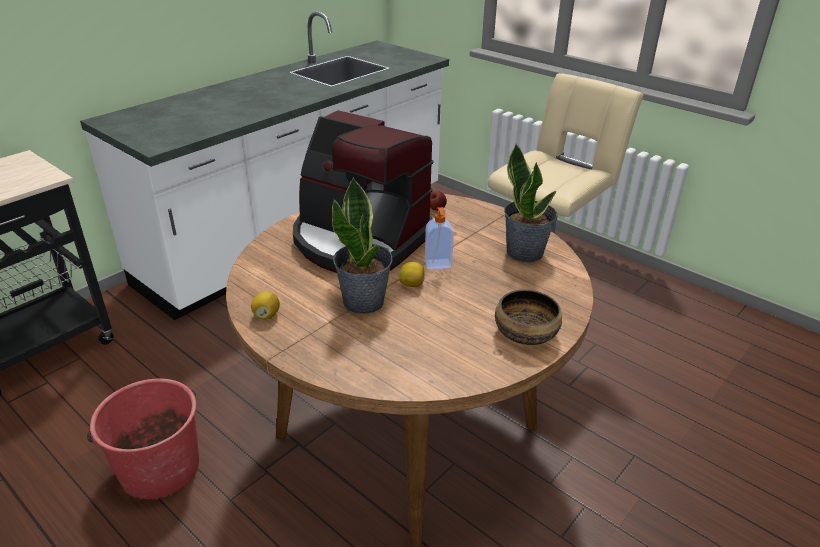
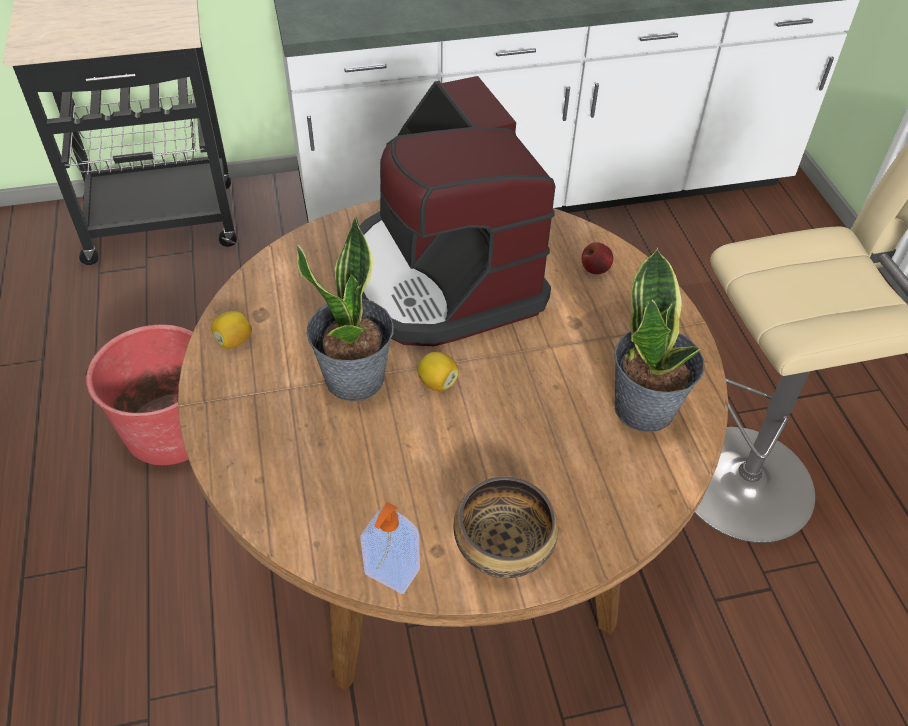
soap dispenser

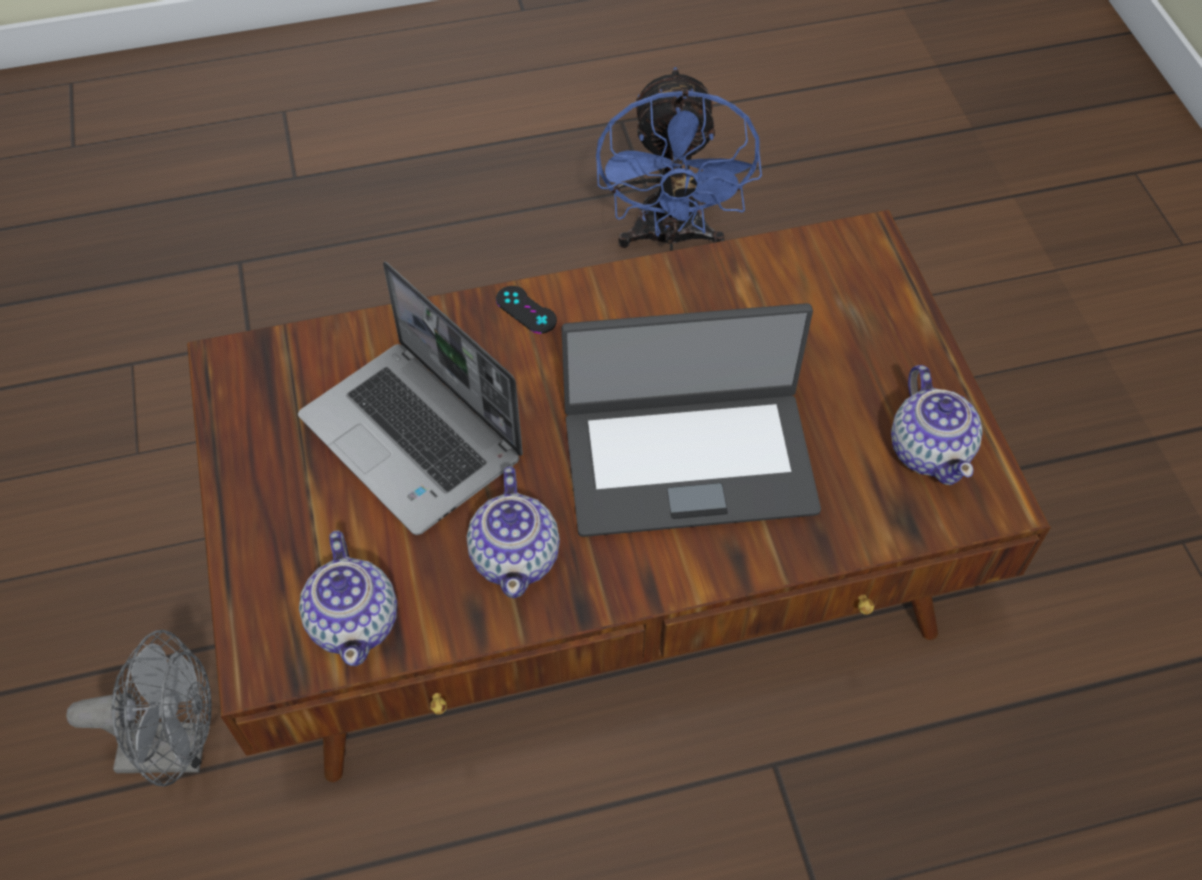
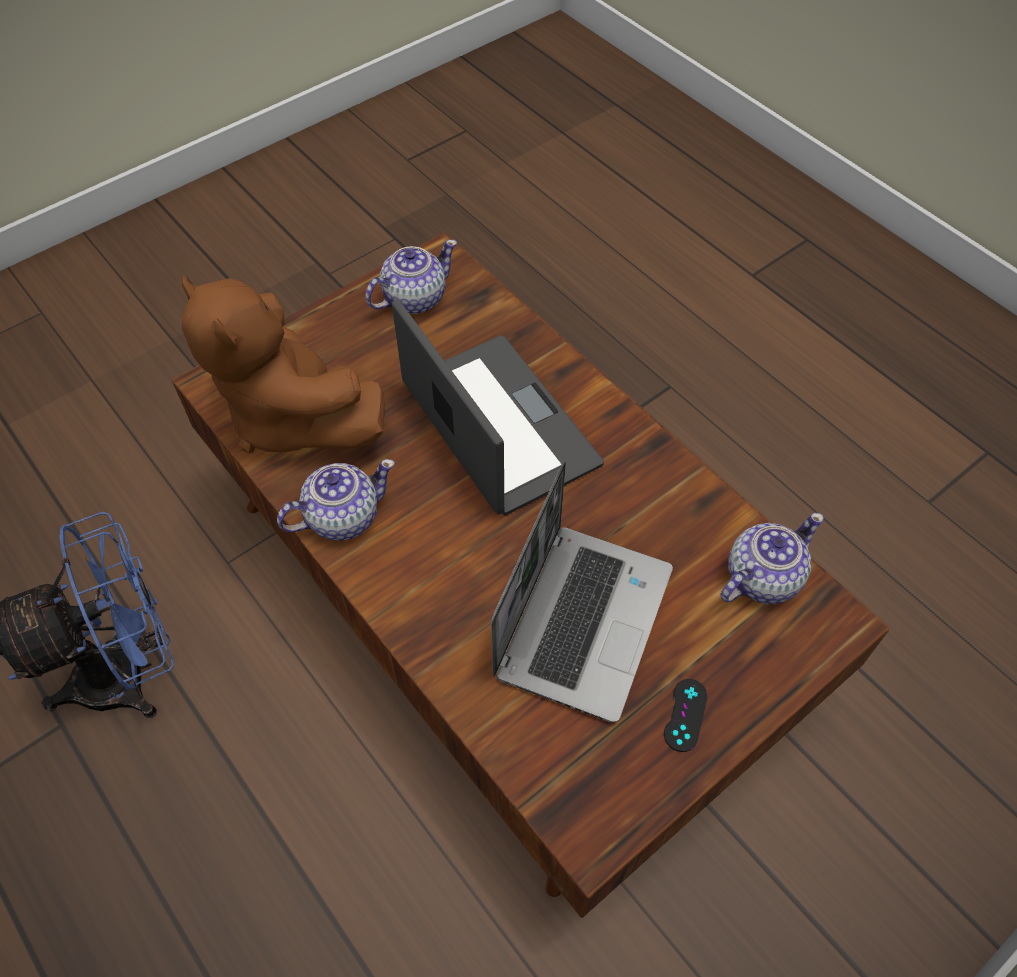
plush toy/brown
teapot (no. 1 from left)
game controller/black
fan/grey

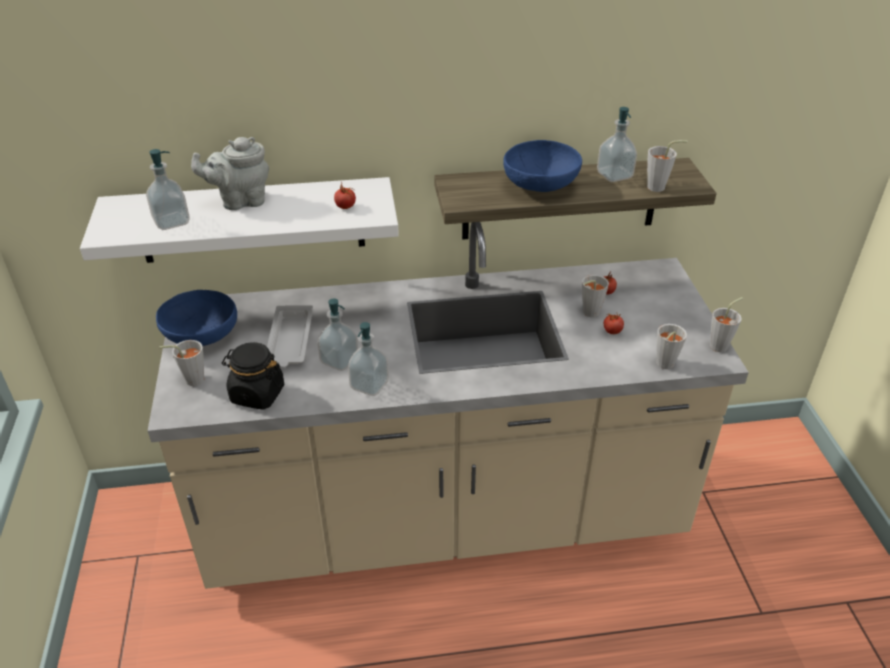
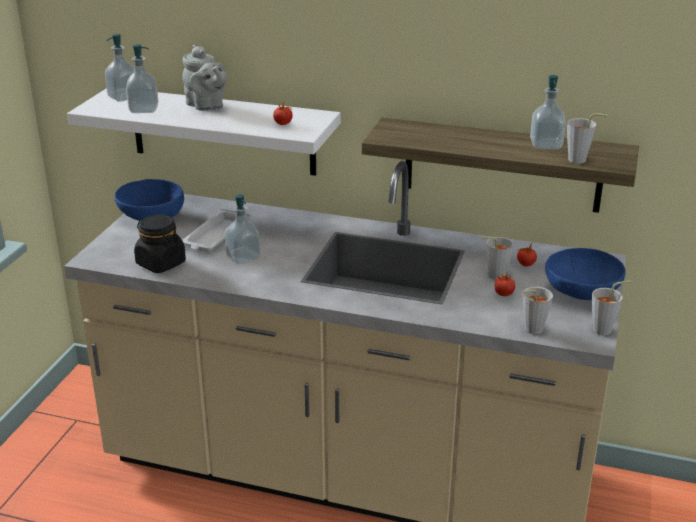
soap dispenser (no. 1 from left)
teapot/grey
bowl/blue (no. 2 from left)
cup/grey (no. 1 from left in the first image)

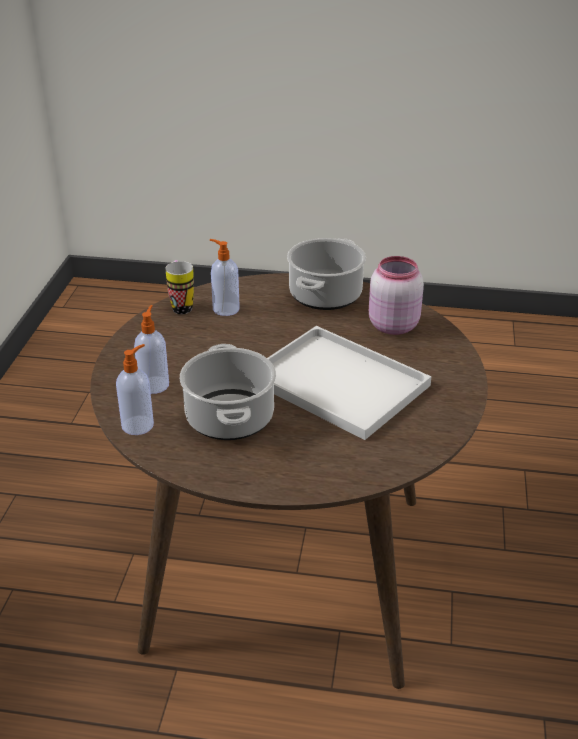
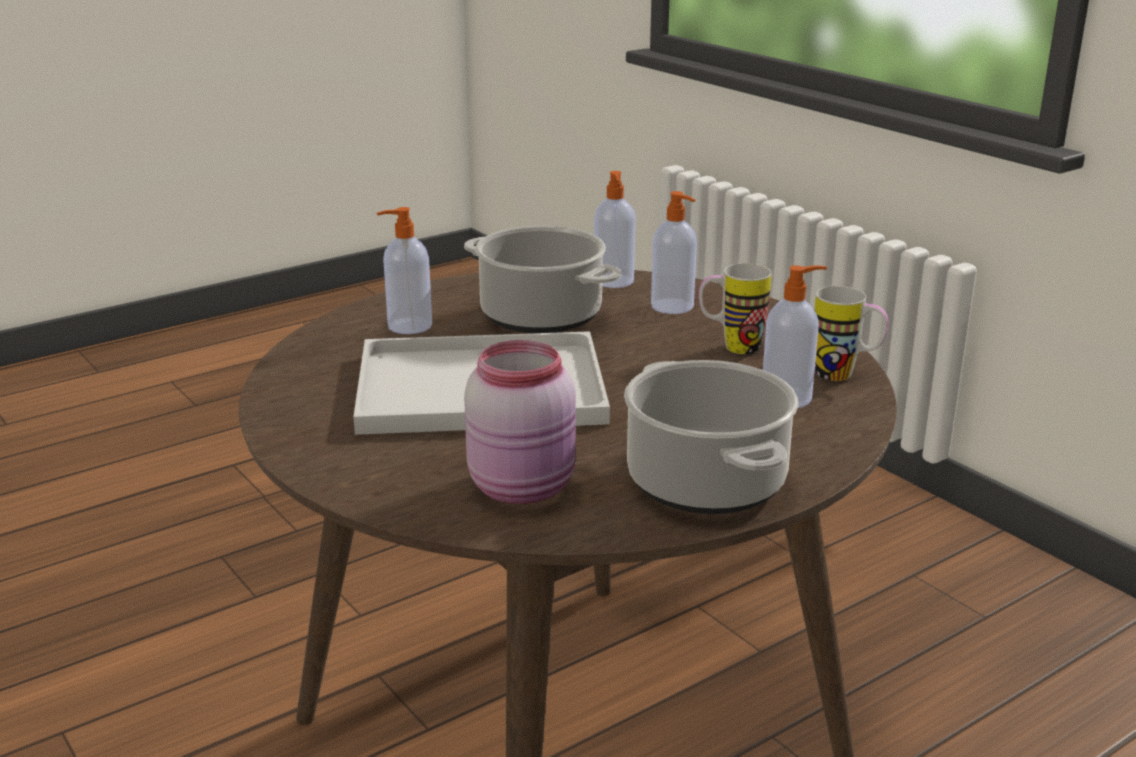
soap dispenser (no. 1 from left)
mug (no. 1 from left)

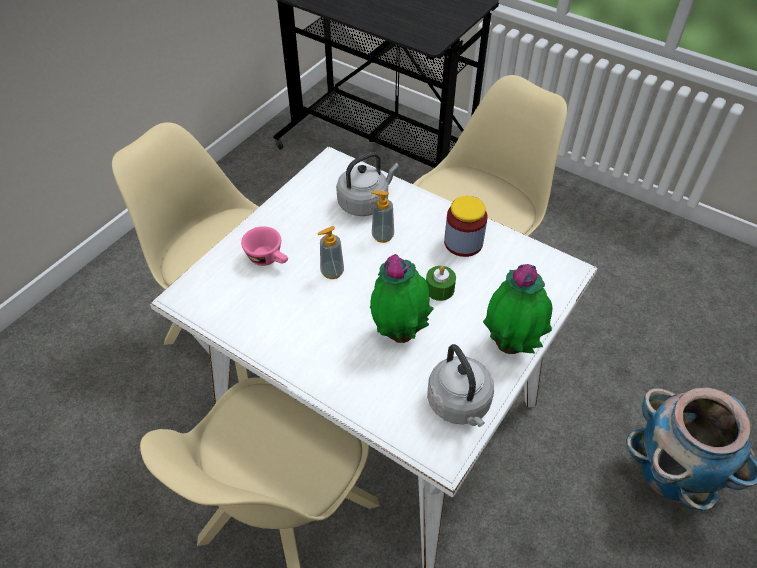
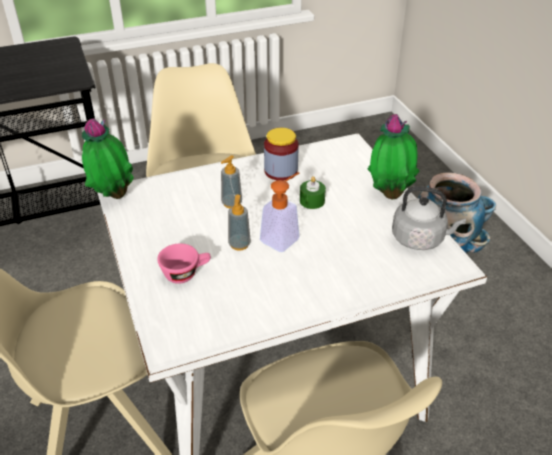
potted plant (no. 1 from left)
soap dispenser (no. 3 from left)
kettle/grey (no. 1 from left in the first image)

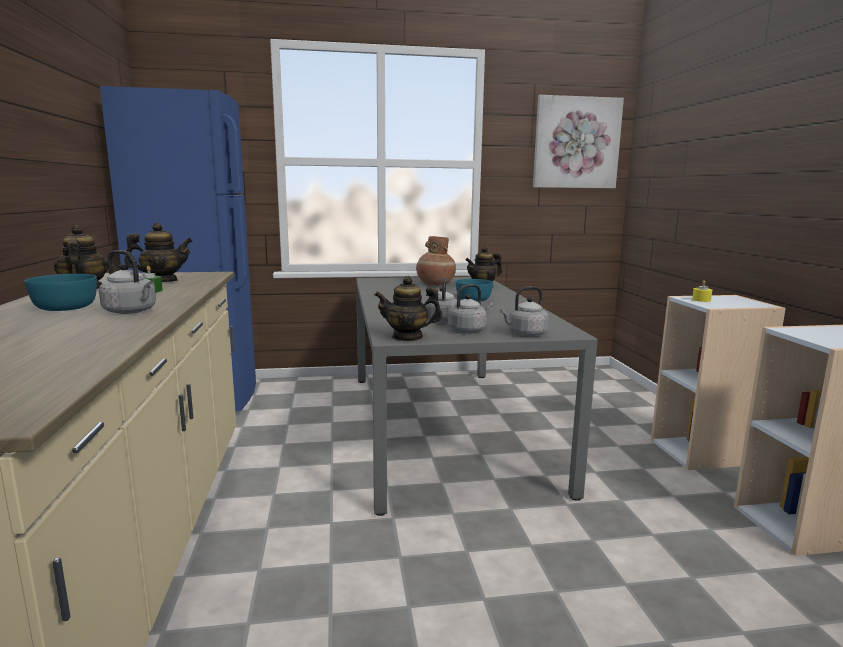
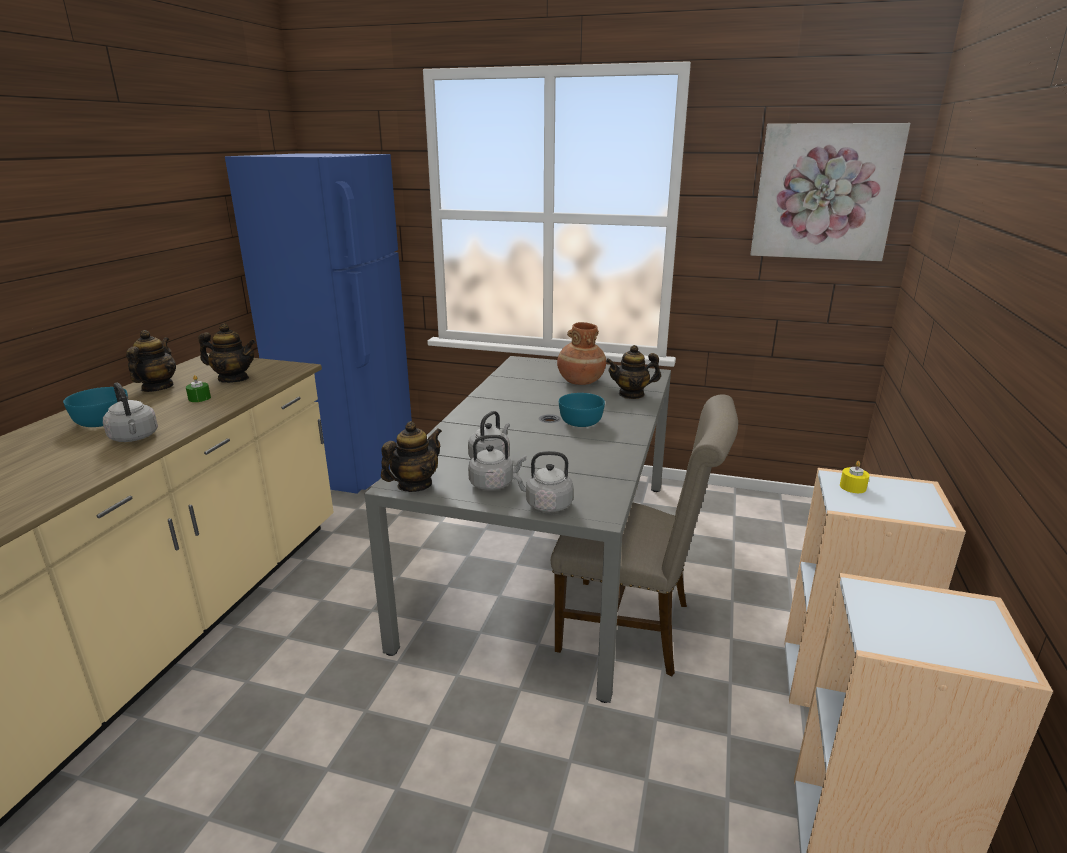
teapot (no. 3 from left)
chair/beige

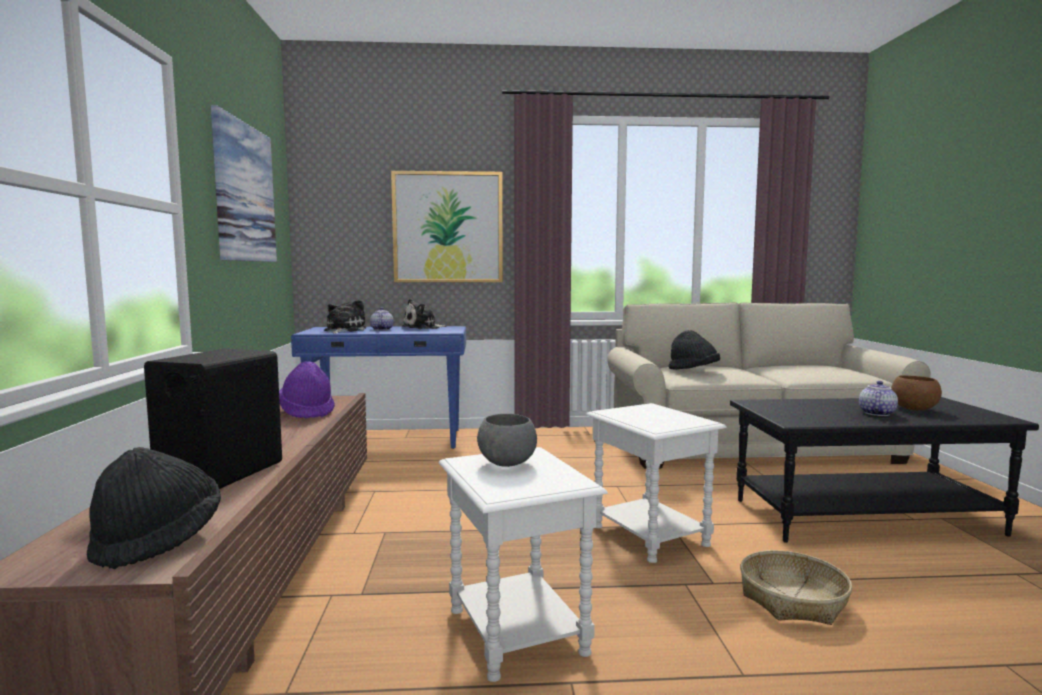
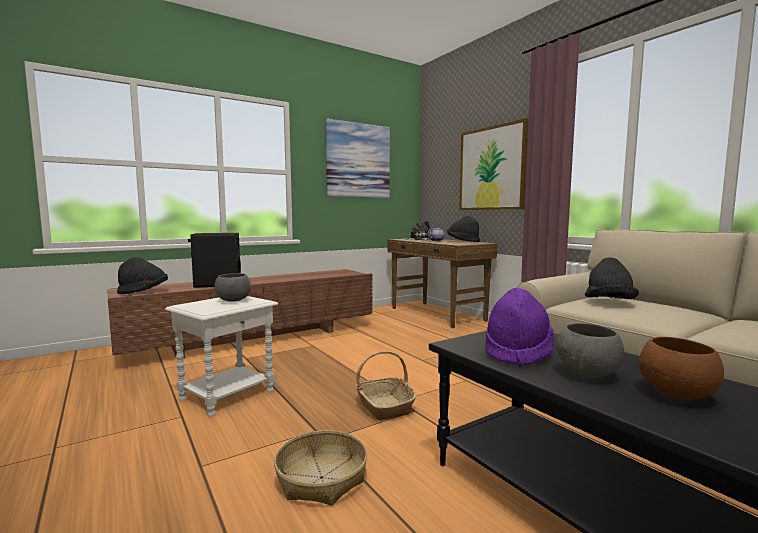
basket (no. 2 from left)
console table/brown
hat/black (no. 2 from left)
hat/purple
bowl/grey (no. 2 from left)

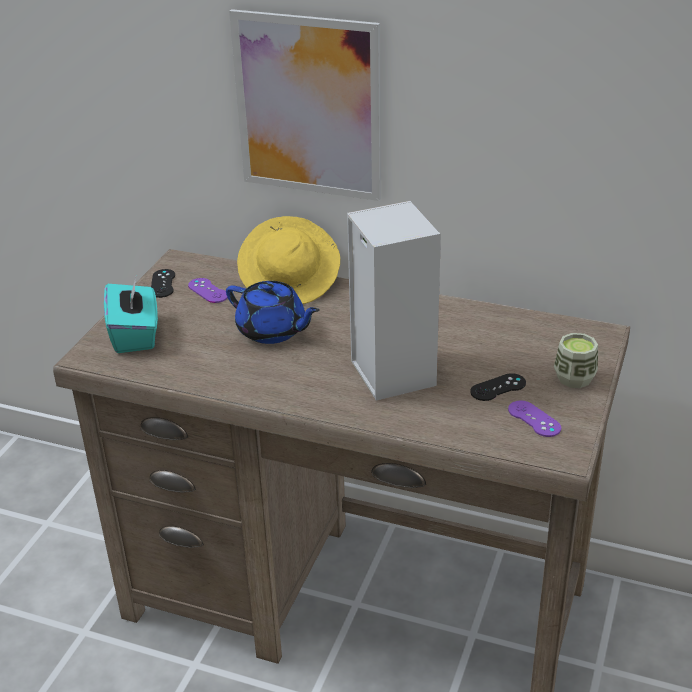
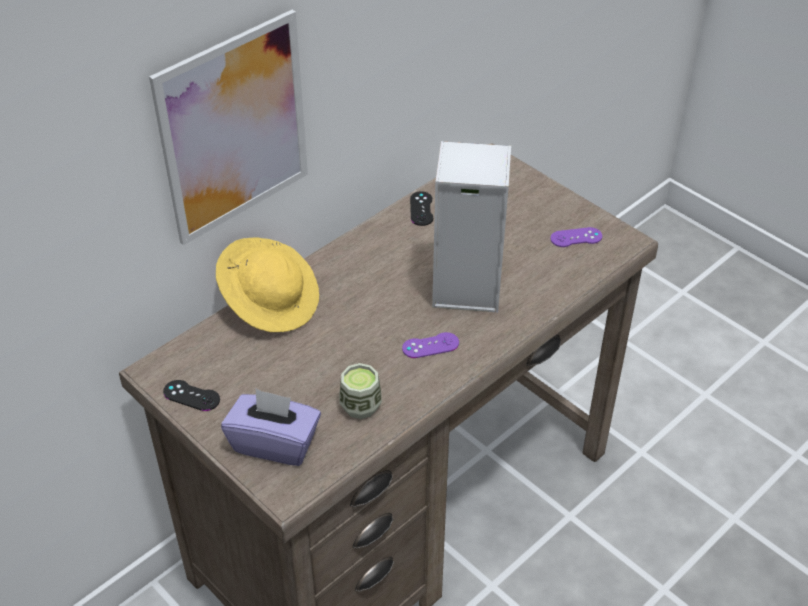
tissue box/purple
cup
game controller/purple (no. 1 from left)
game controller/black (no. 2 from left)
teapot/blue

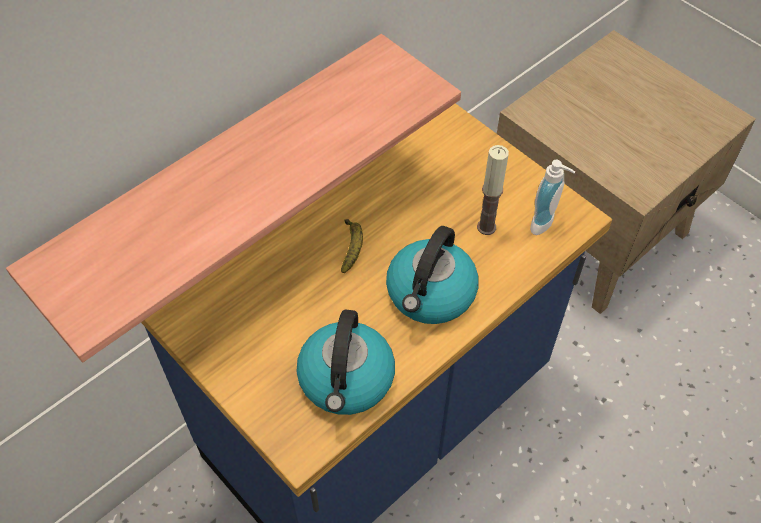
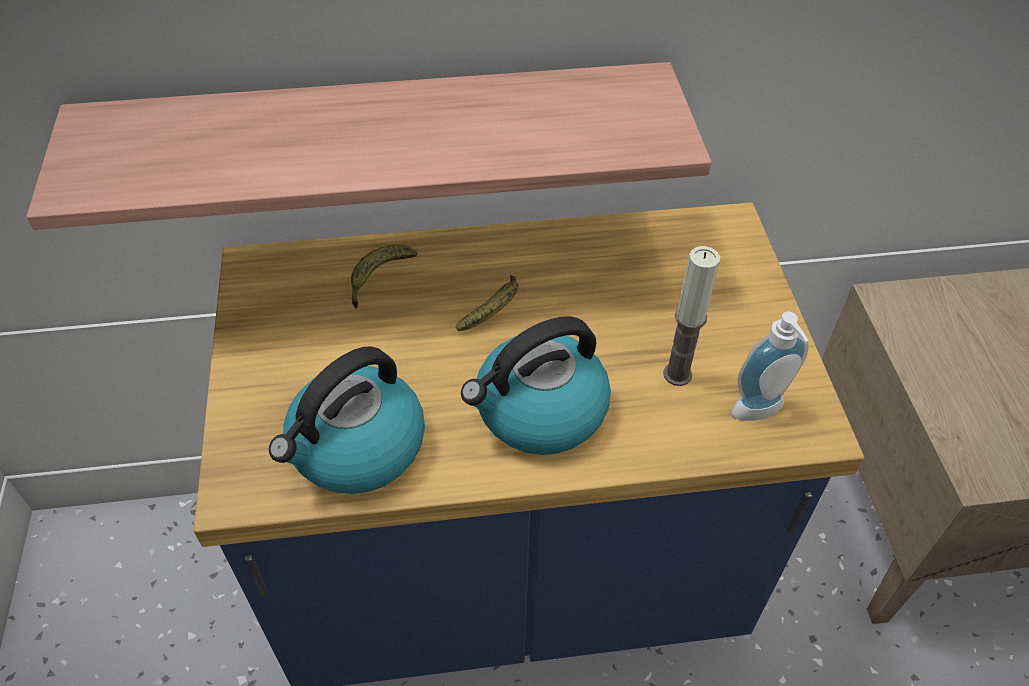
banana (no. 1 from left)

